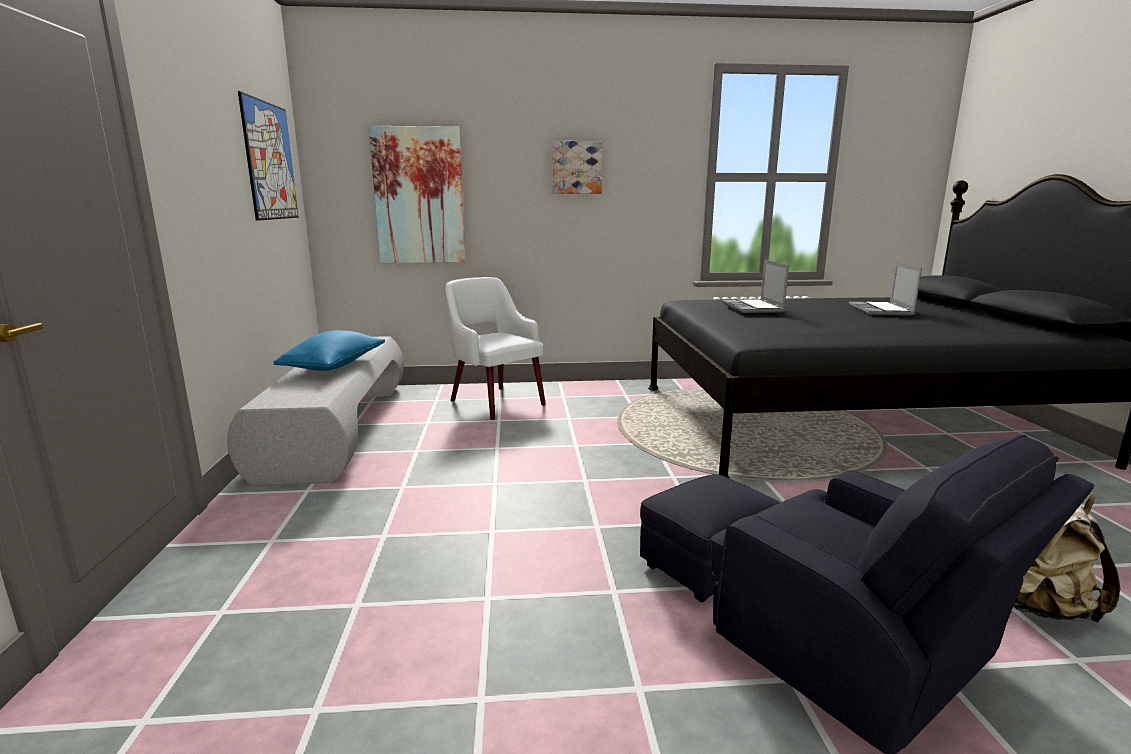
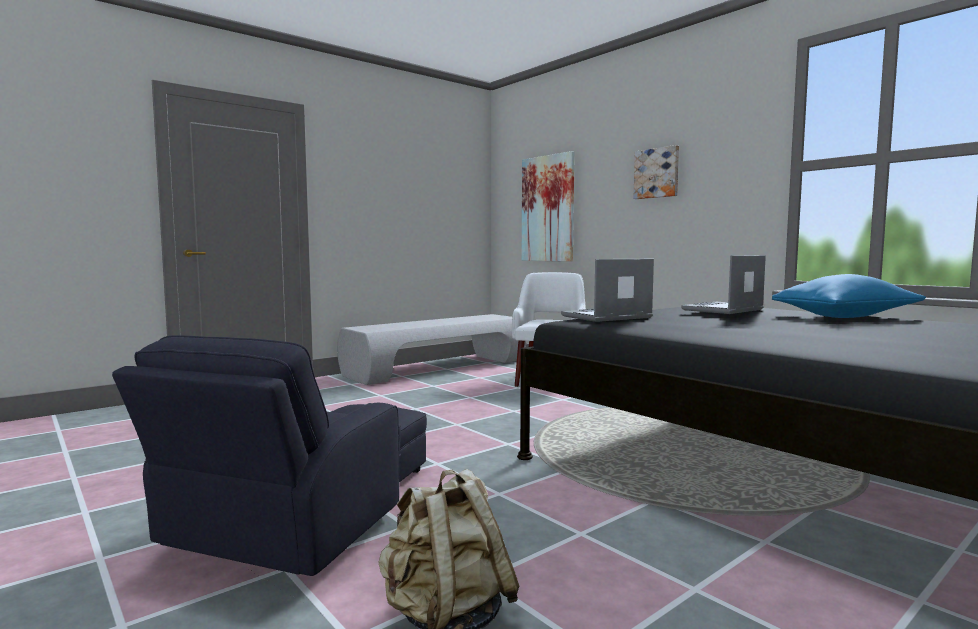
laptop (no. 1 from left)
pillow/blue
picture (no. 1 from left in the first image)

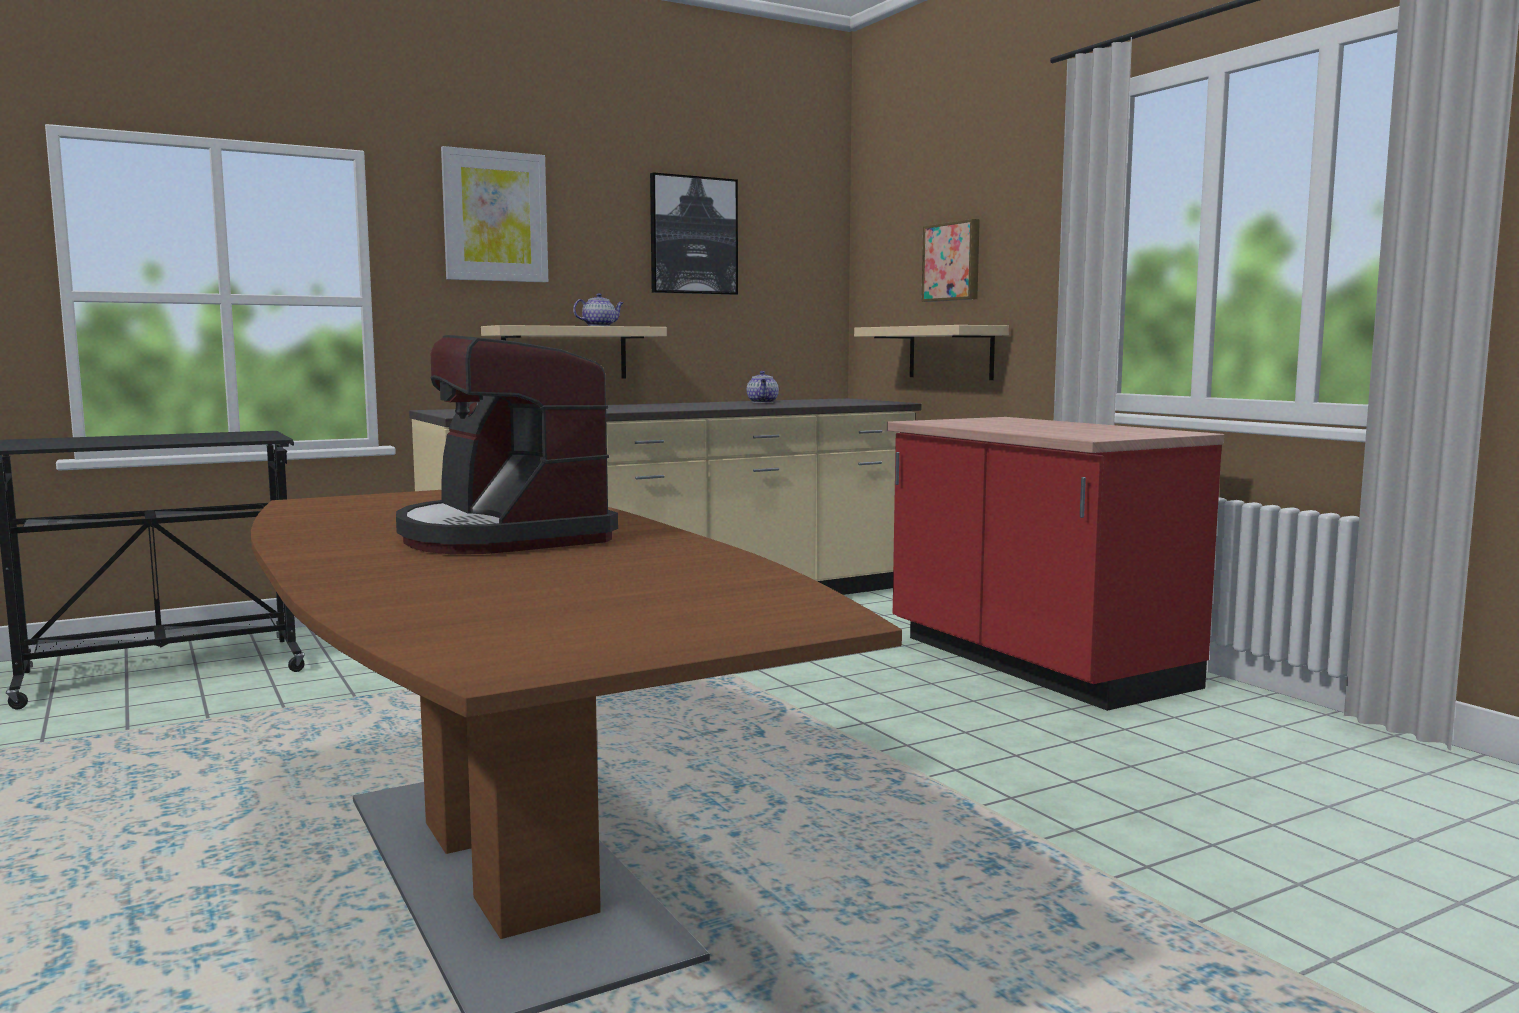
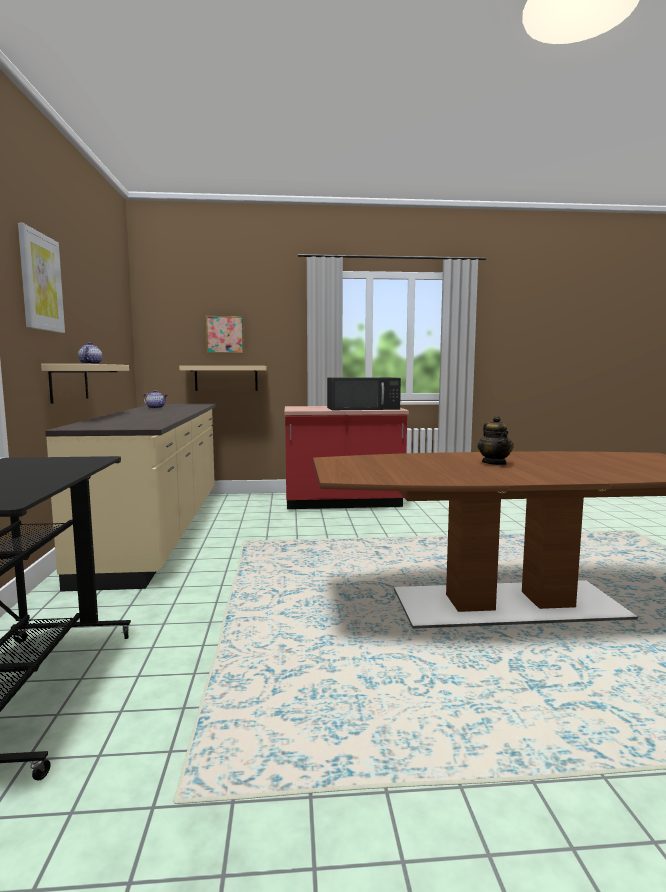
microwave/black
teapot (no. 3 from left)
picture (no. 2 from left in the first image)

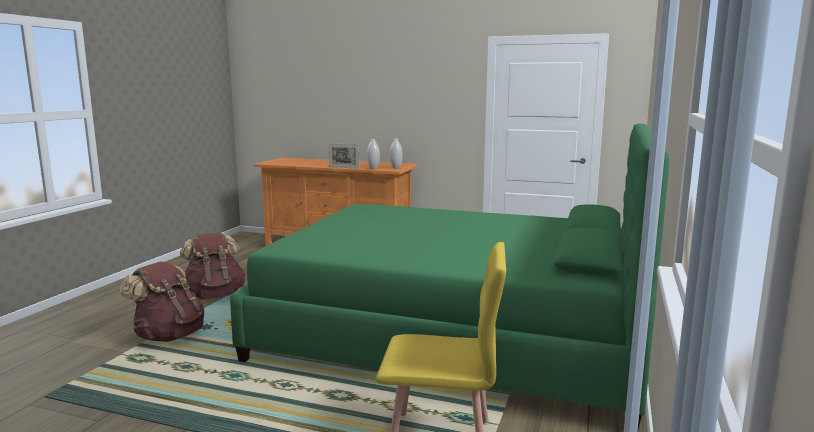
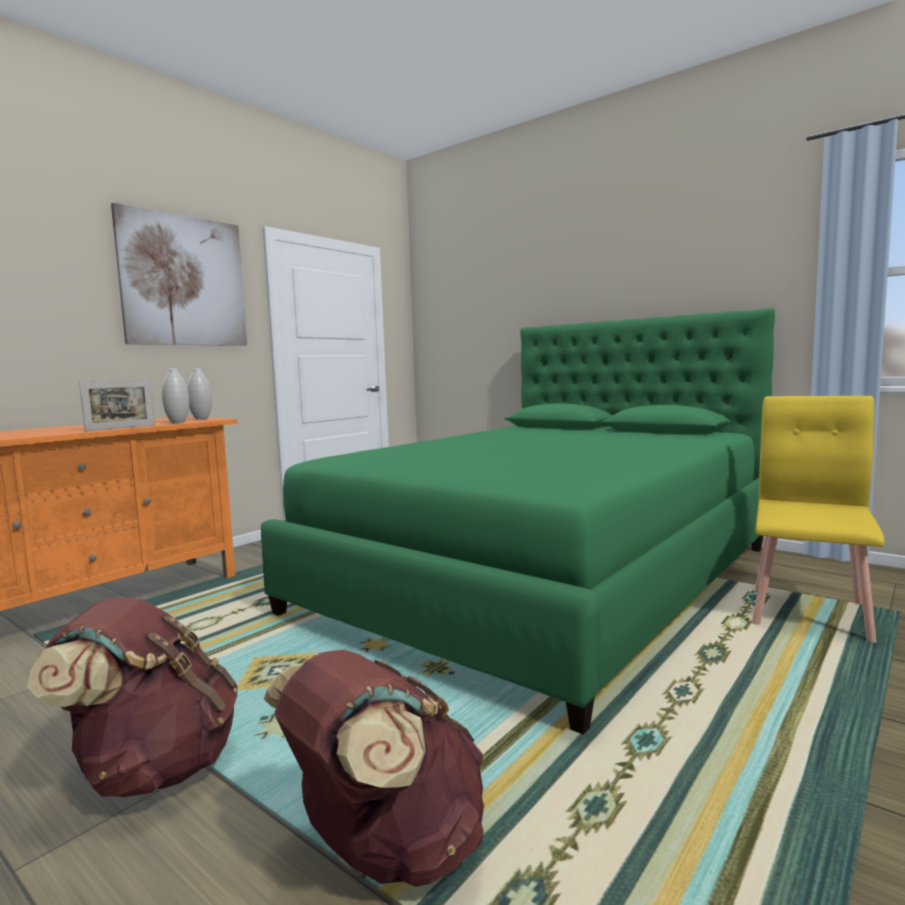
picture

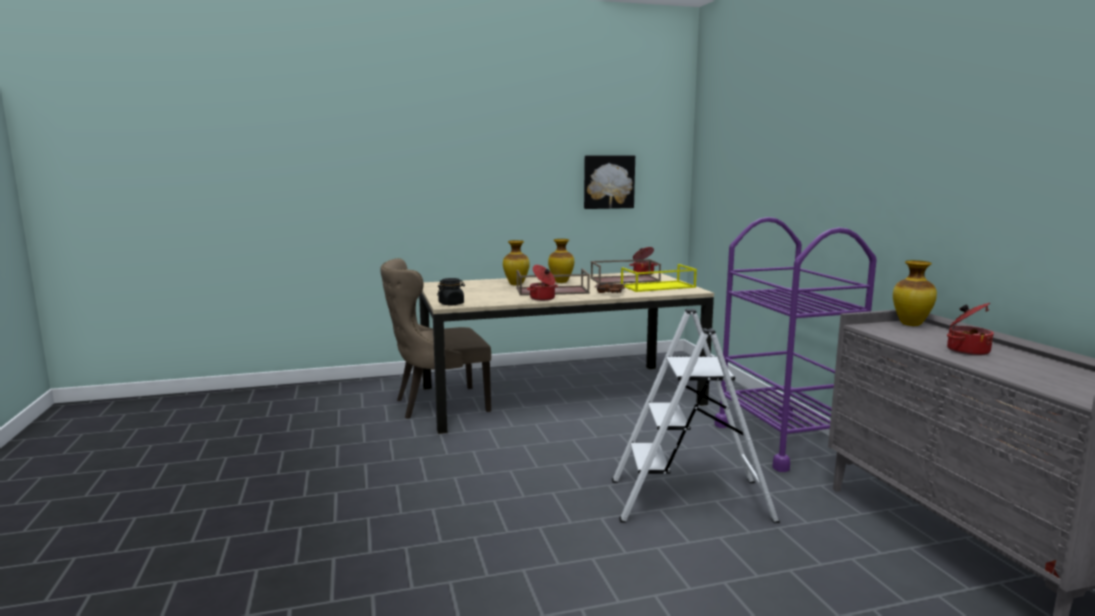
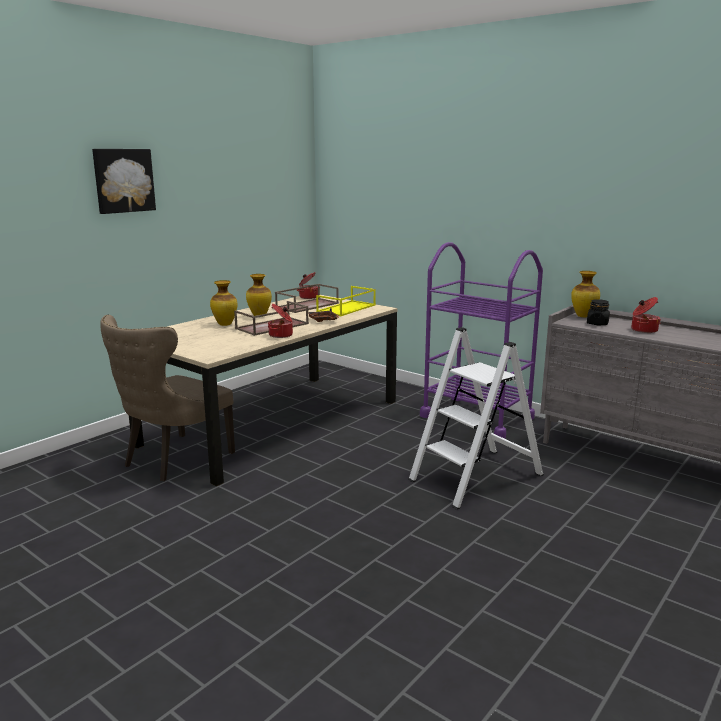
picture
jar/black

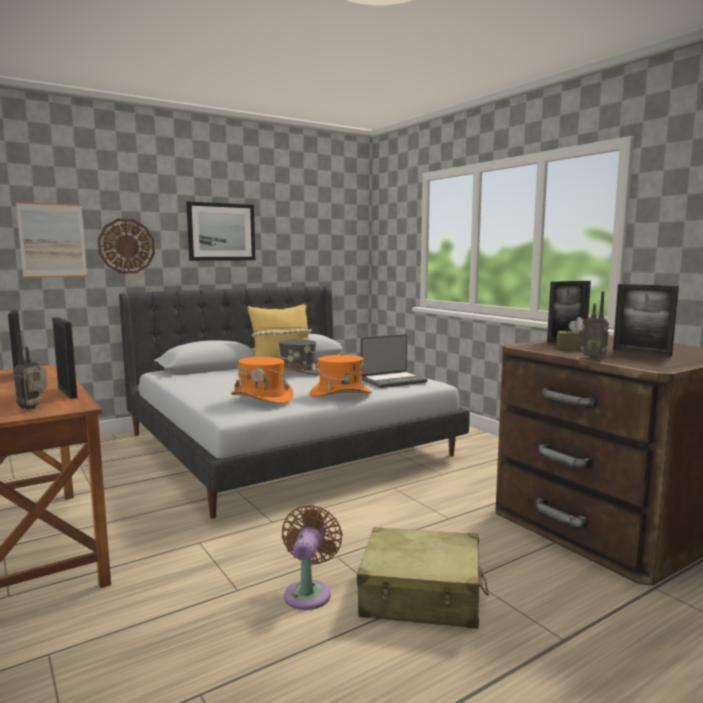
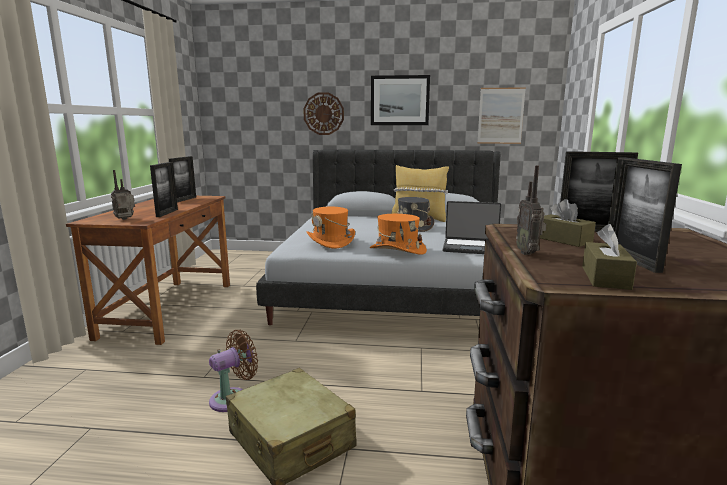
picture (no. 2 from left)
tissue box/brown (no. 2 from left)

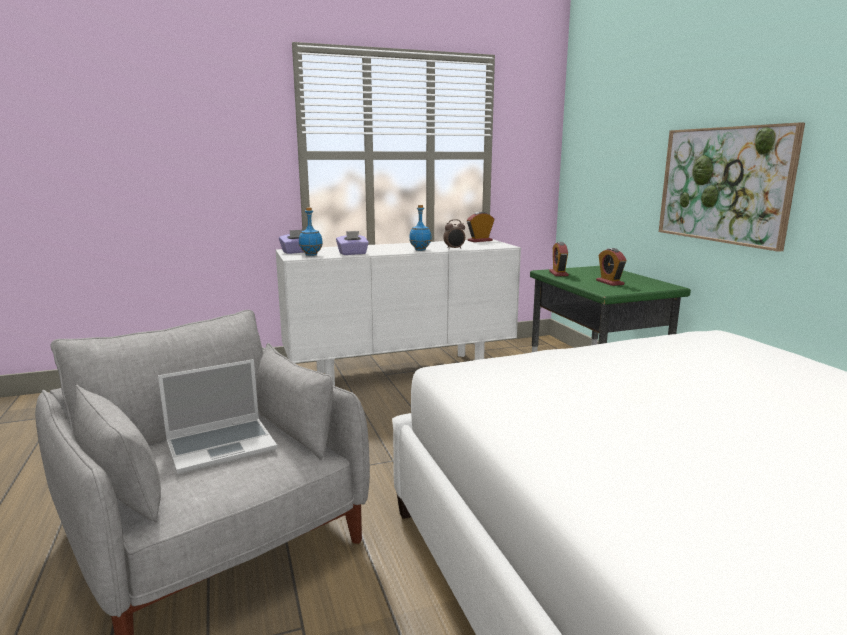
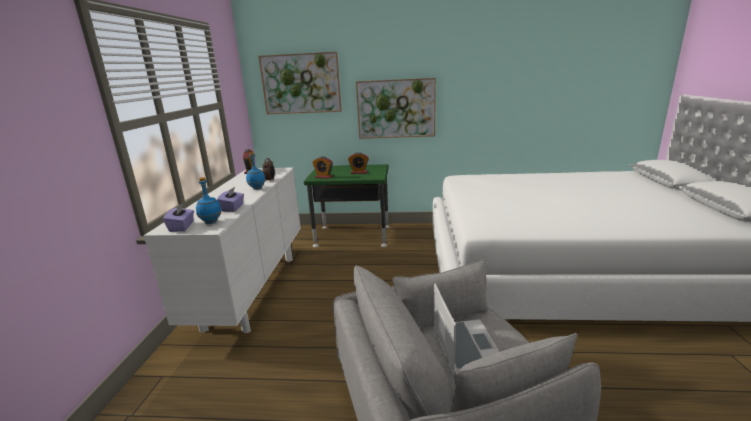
picture (no. 1 from left)

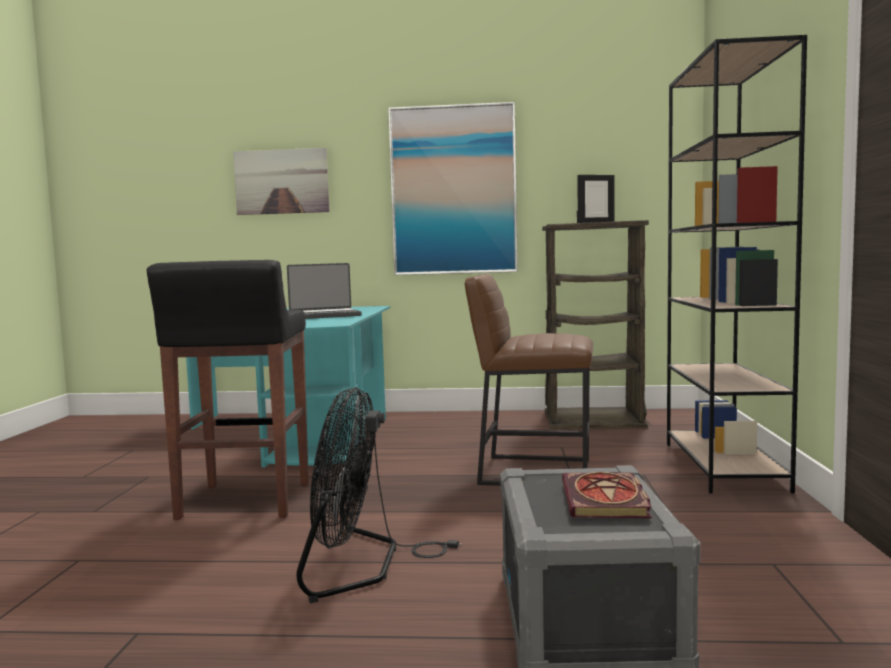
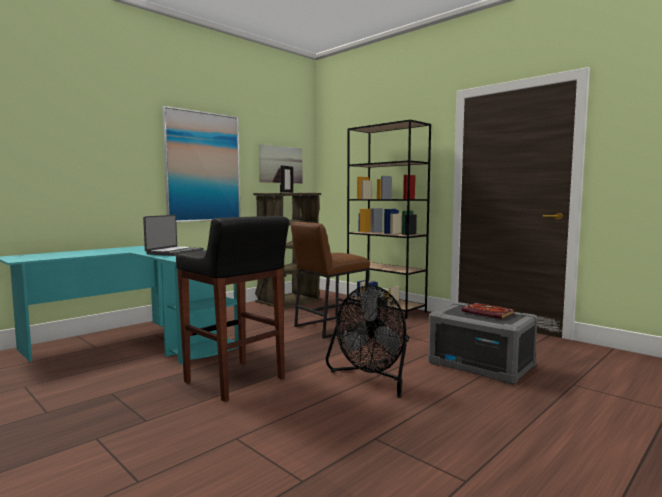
picture (no. 2 from left)

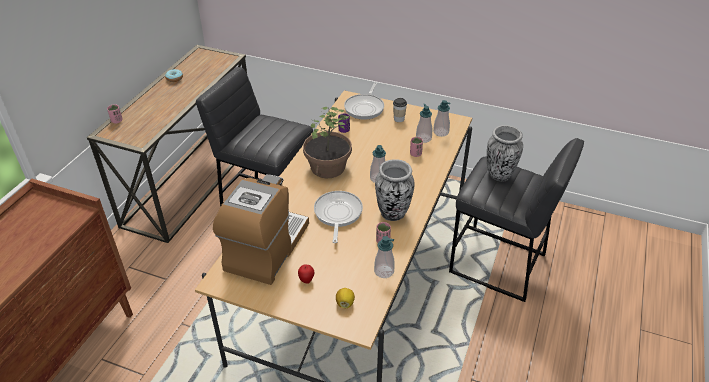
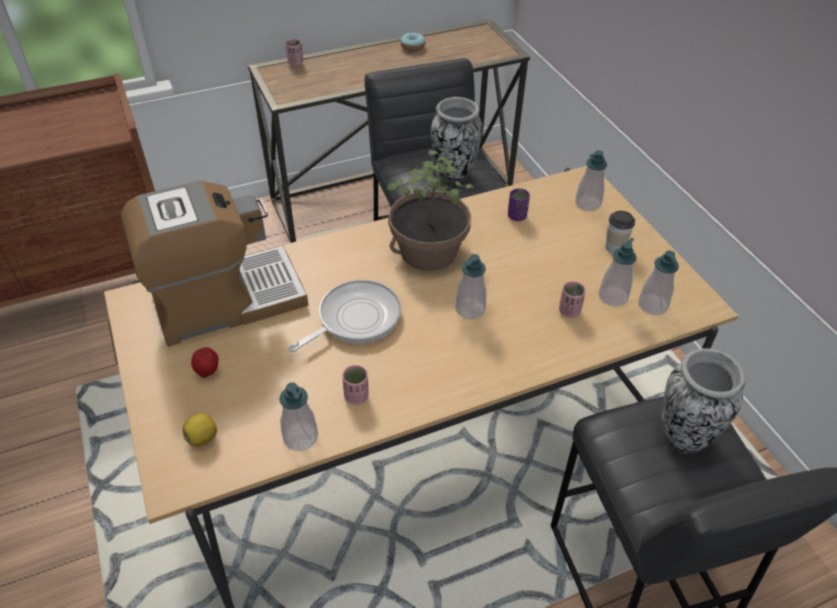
vase (no. 1 from left)
soap dispenser (no. 3 from left)

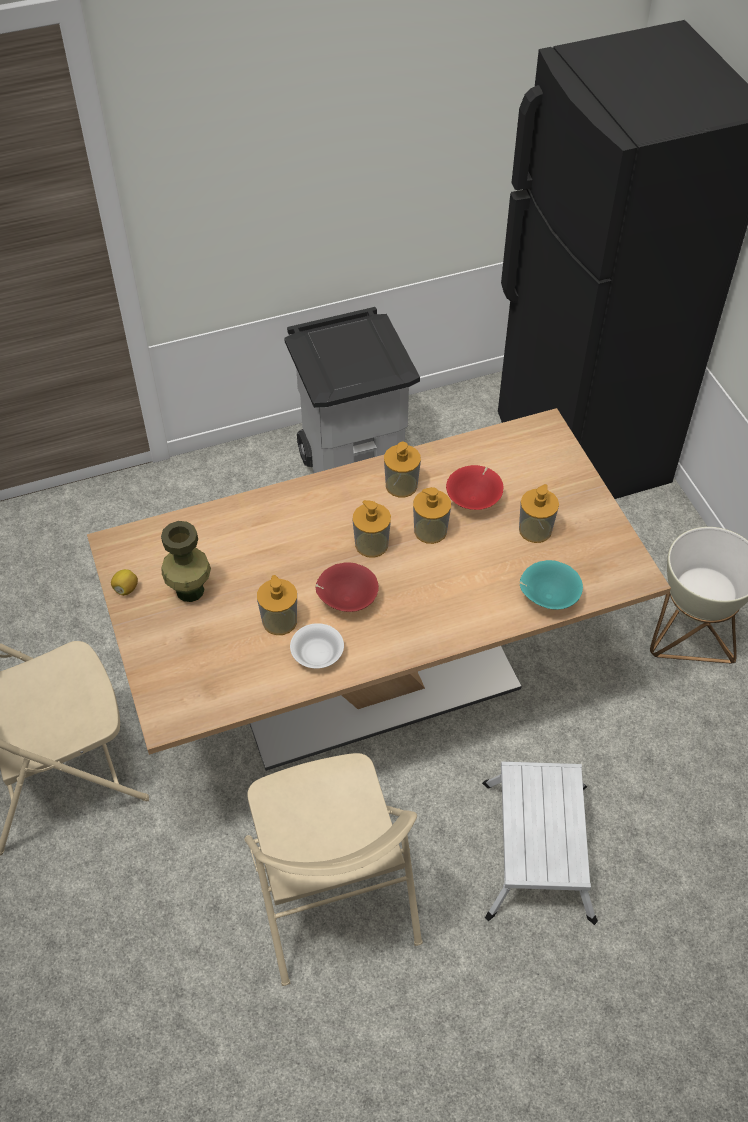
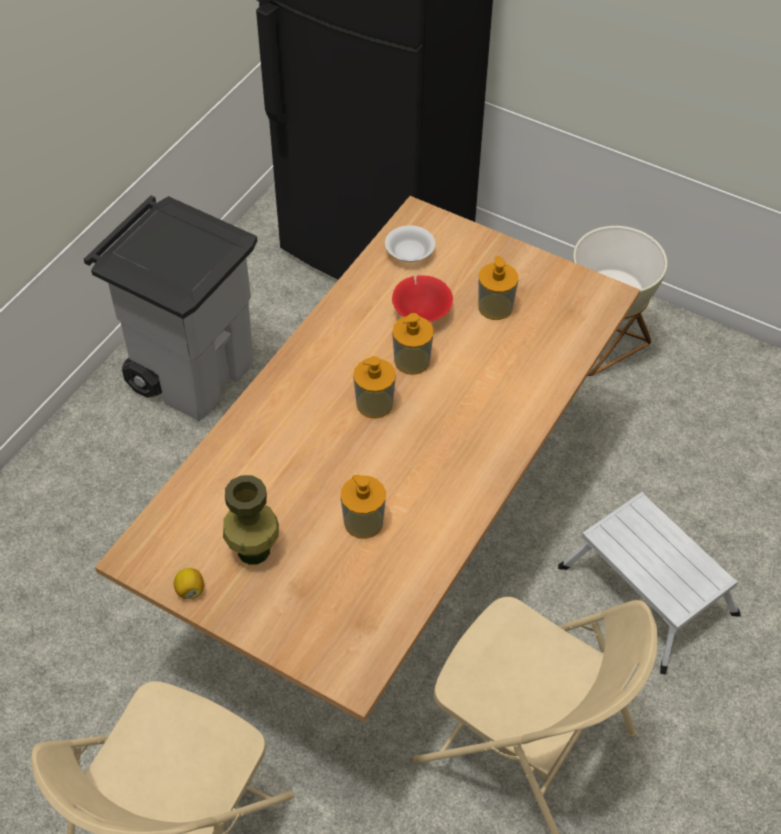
bowl/white
bowl/red (no. 1 from left in the first image)
soap dispenser (no. 3 from left in the first image)
bowl/turquoise

